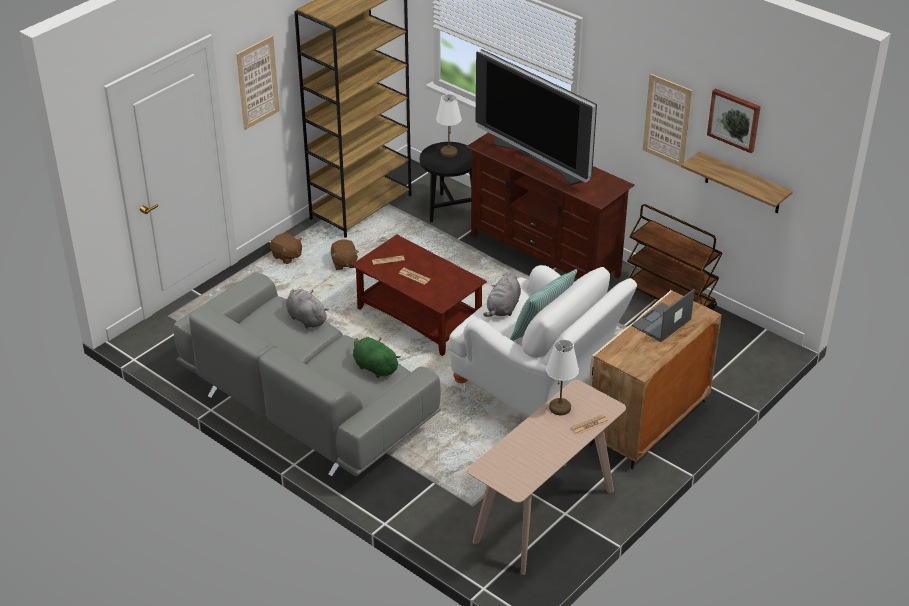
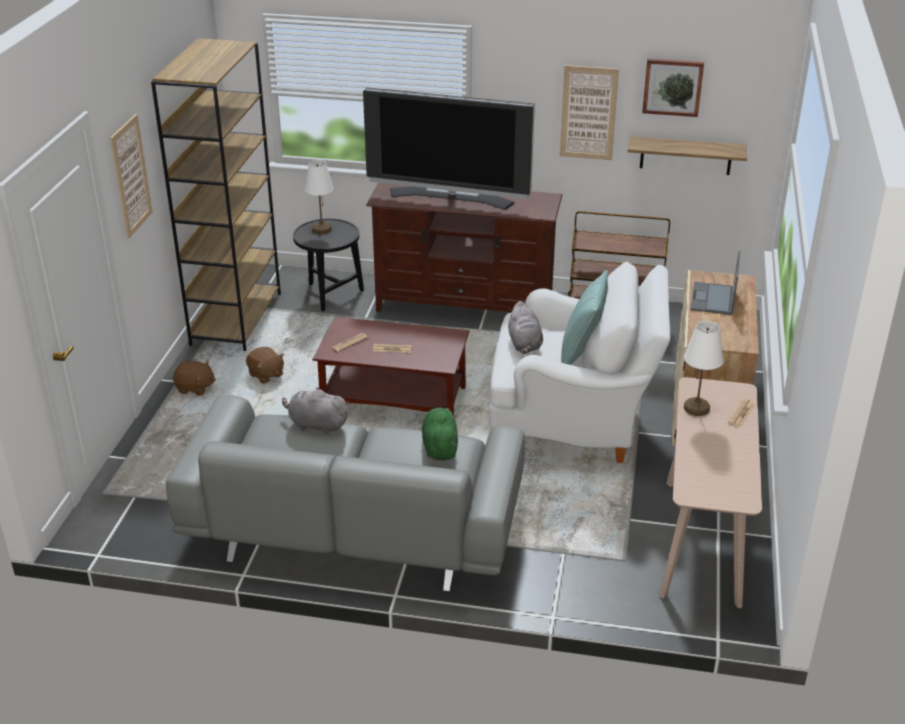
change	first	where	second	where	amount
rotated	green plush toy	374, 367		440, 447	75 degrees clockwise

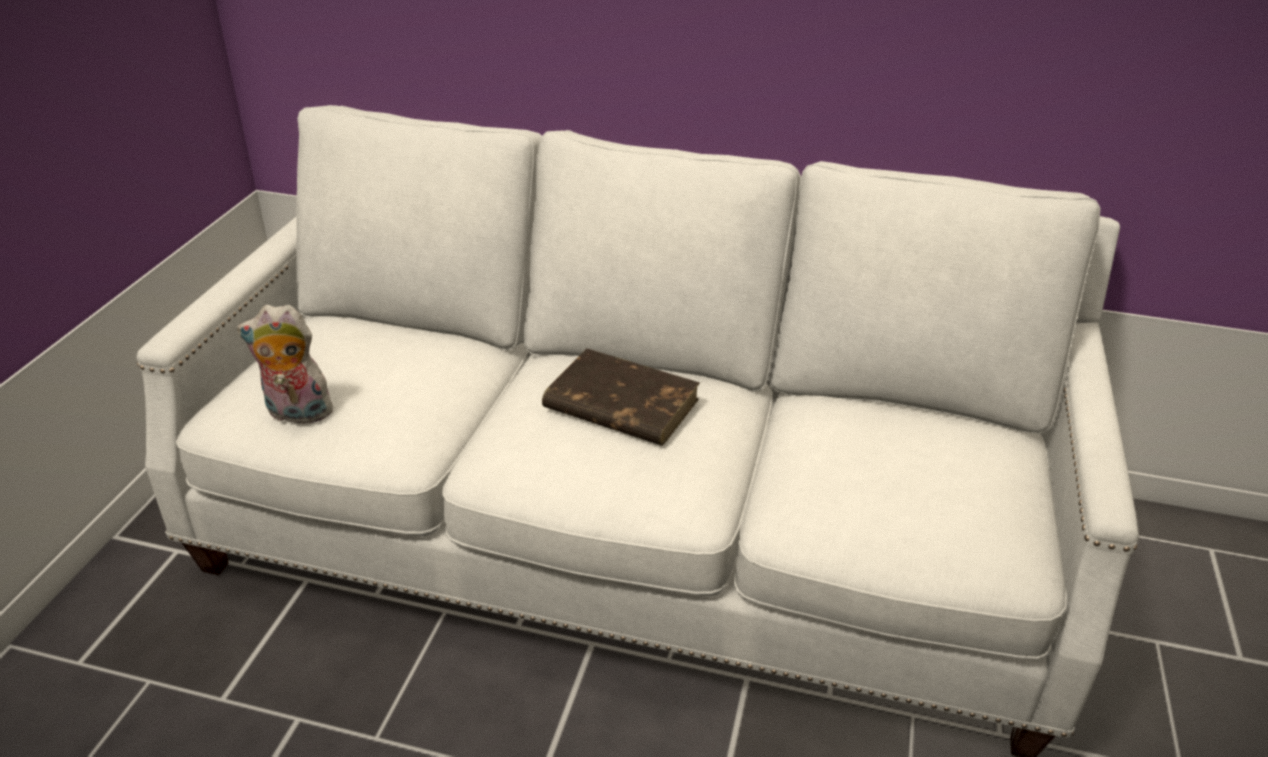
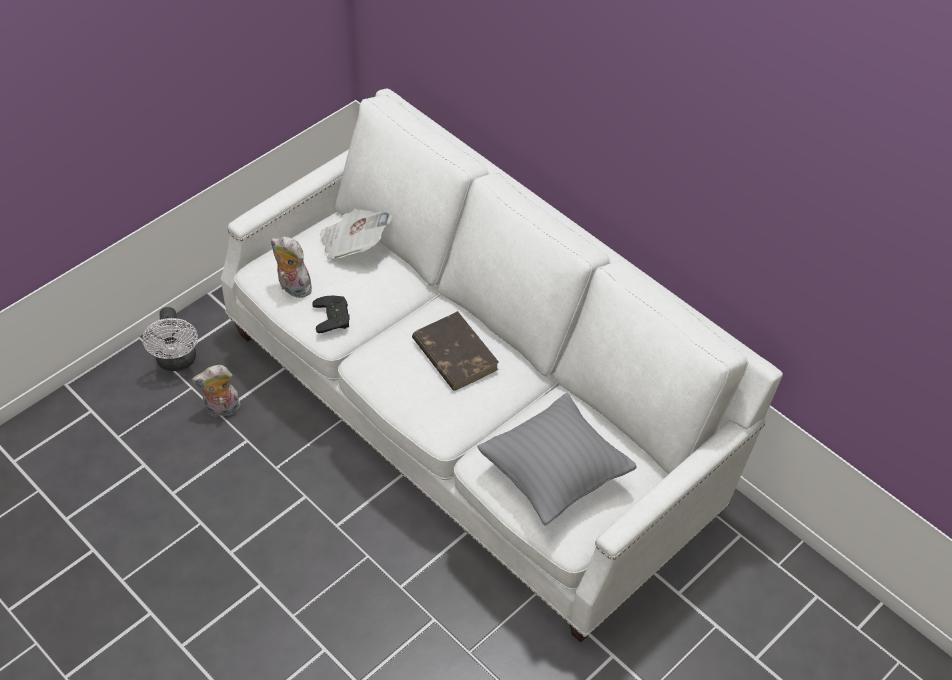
change	first	where	second	where	amount
new			white fan	177, 362	
new			plush toy	221, 410	
new			black game controller	334, 316	
new			newspaper	354, 243	
new			grey pillow	554, 475	

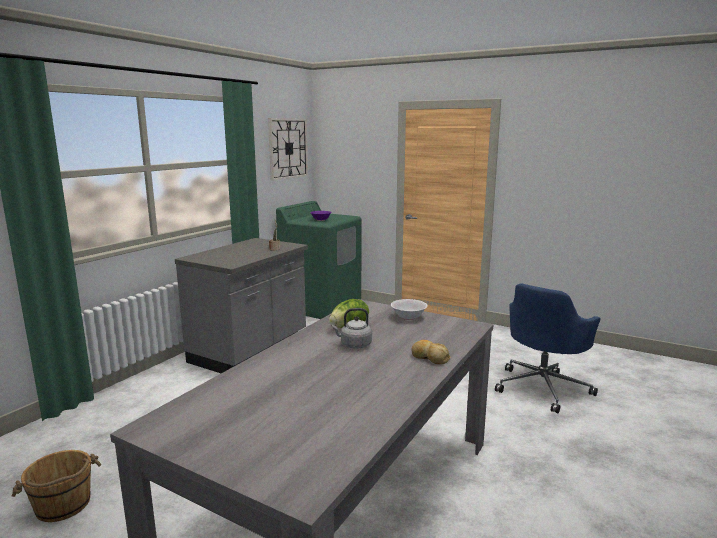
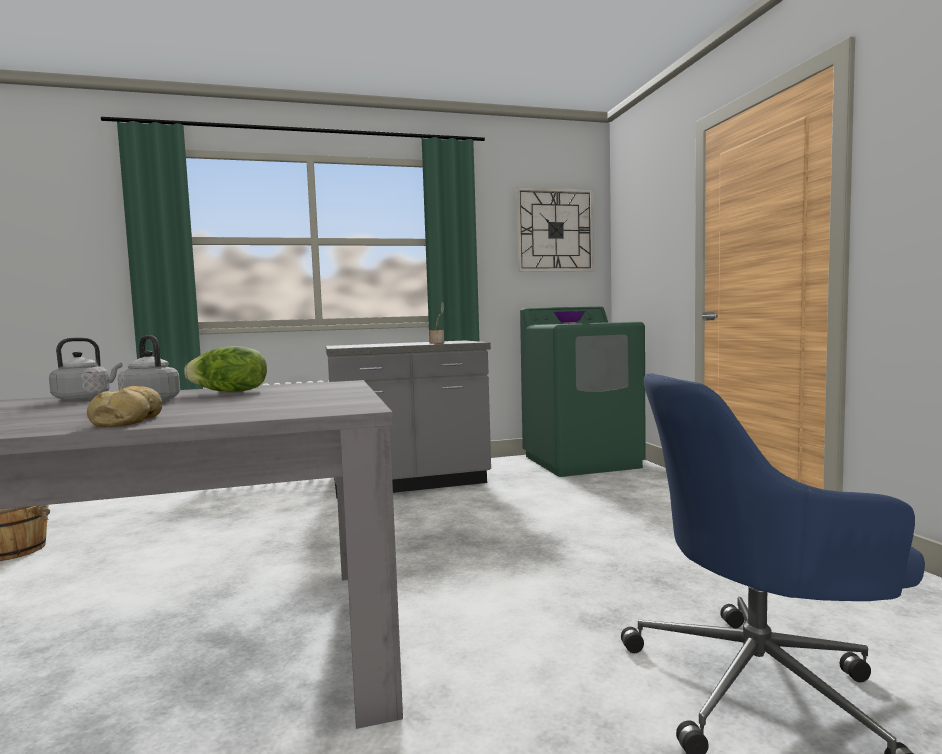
change	first	where	second	where	amount
gone	white bowl	408, 317			
new			grey kettle	85, 398	

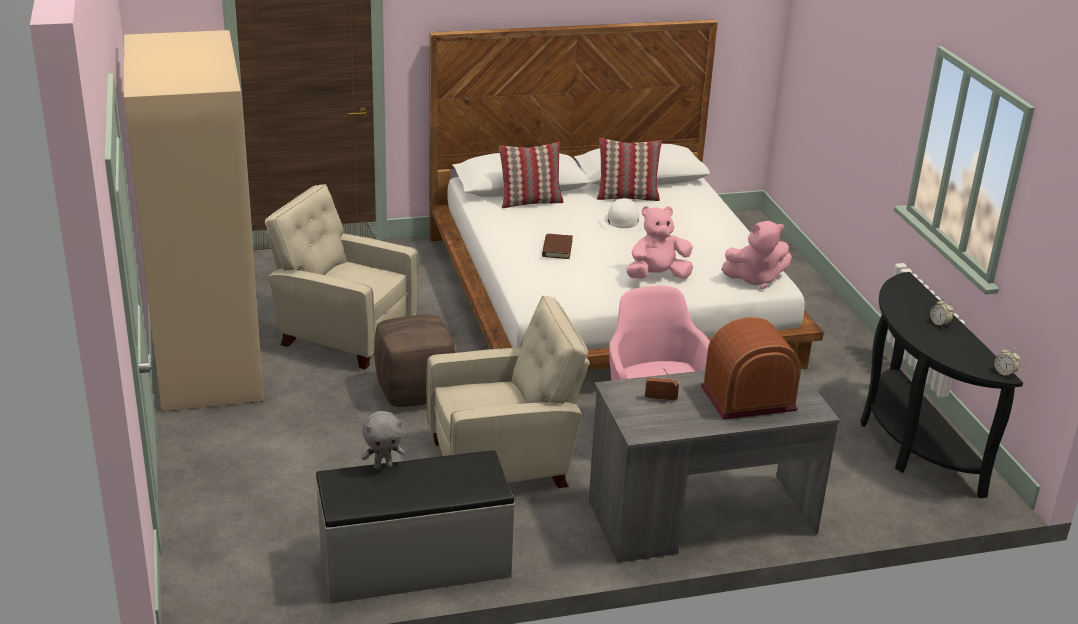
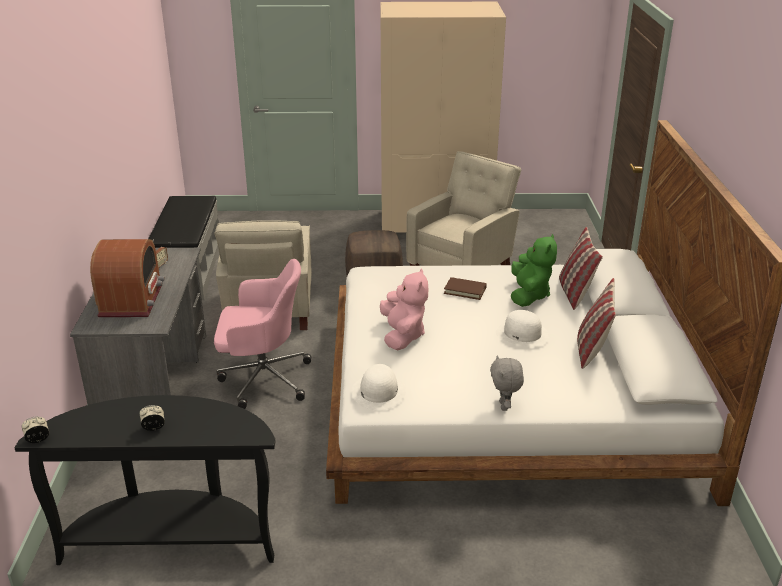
change	first	where	second	where	amount
shifted	grey plush toy	383, 466		504, 406	
swapped	pink plush toy	755, 279	white hat	378, 392	
new			green plush toy	529, 295	

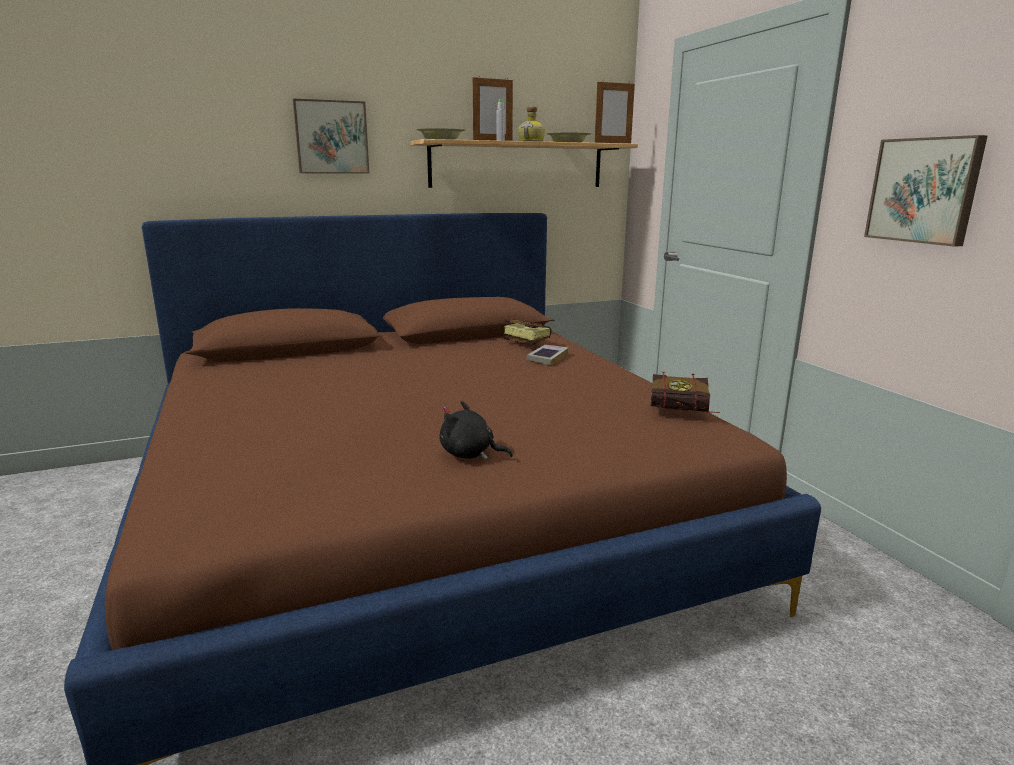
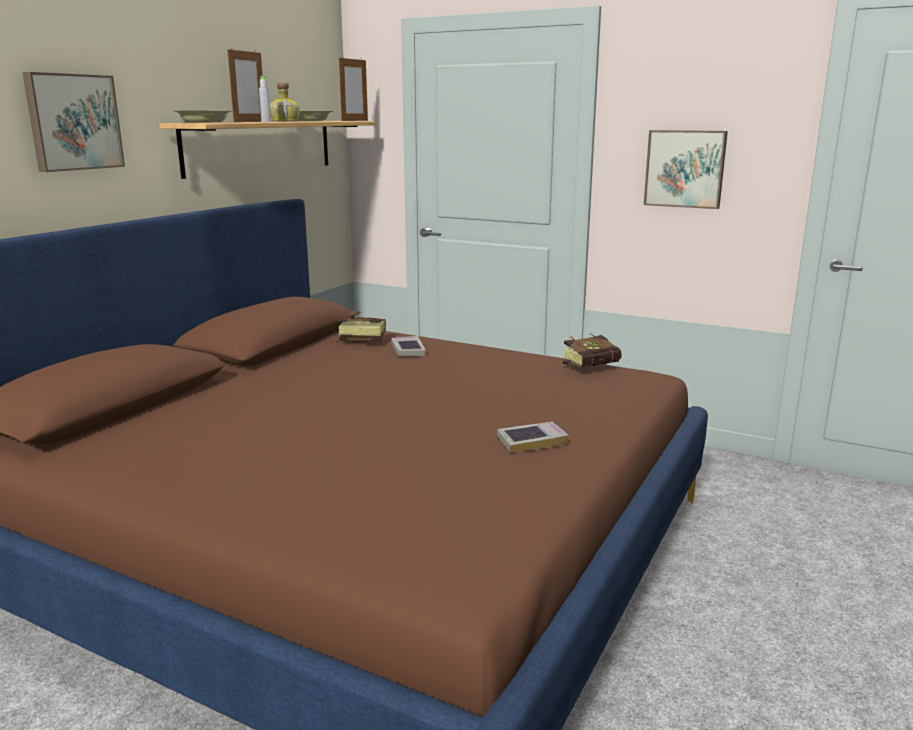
change	first	where	second	where	amount
swapped	black plush toy	470, 454	book	531, 441	

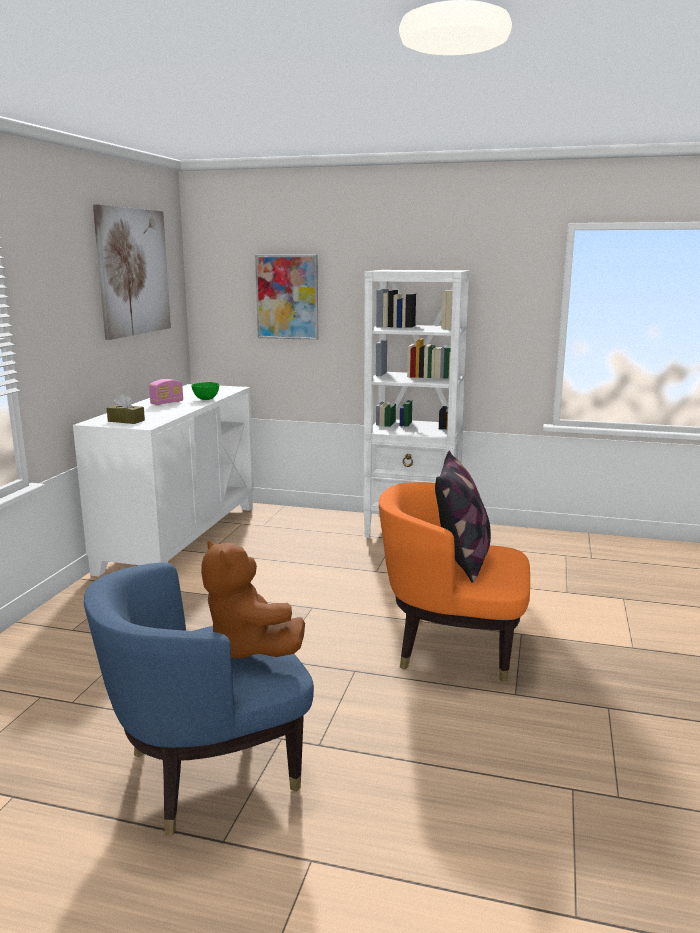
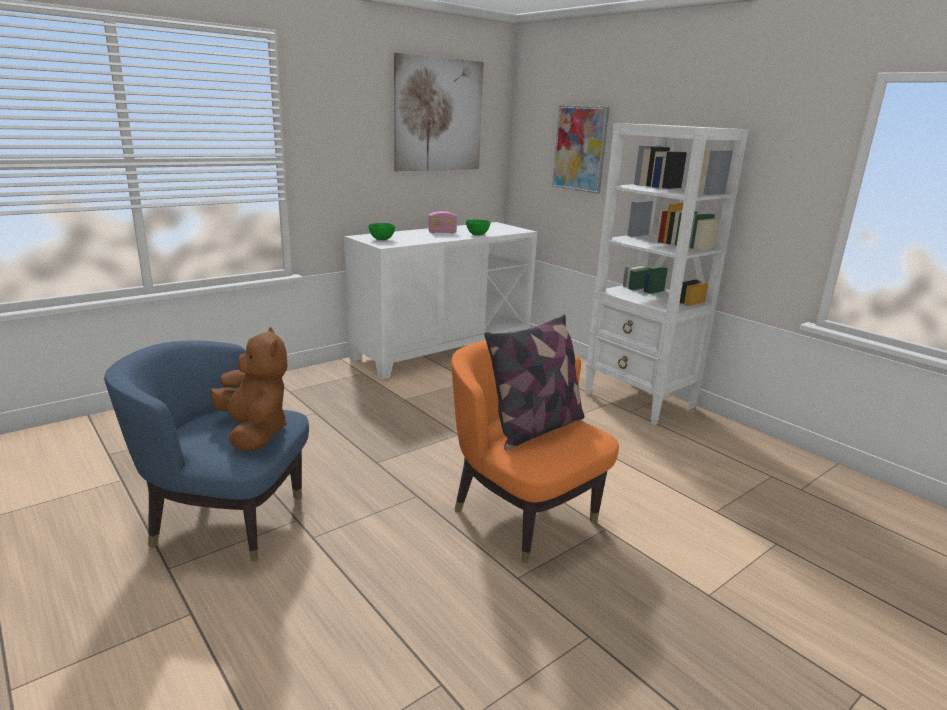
change	first	where	second	where	amount
swapped	brown tissue box	126, 421	green bowl	382, 239	
rotated	brown plush toy	248, 649		254, 432	150 degrees clockwise

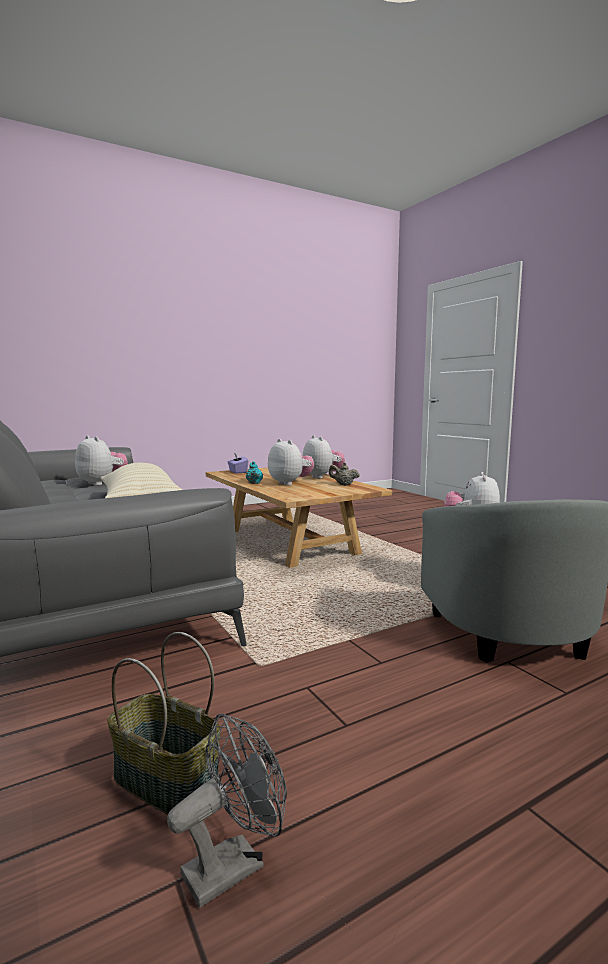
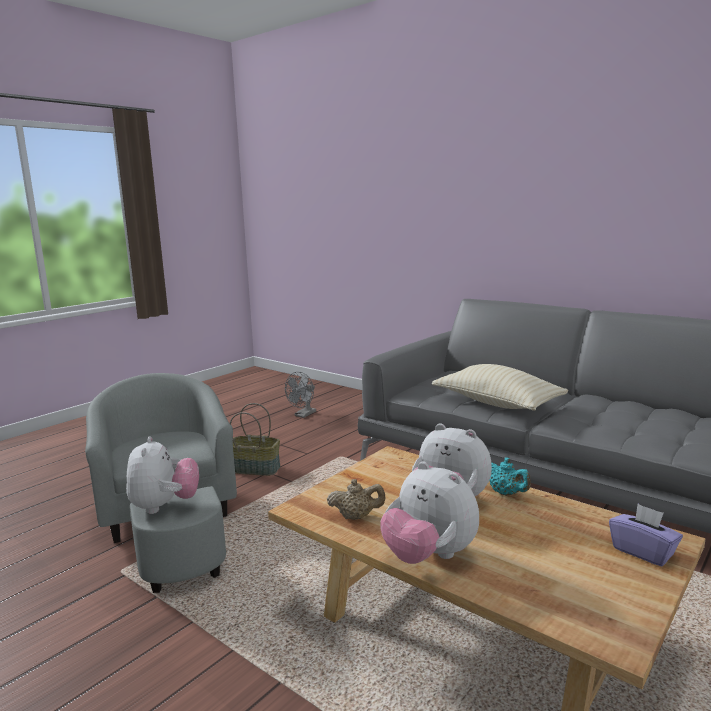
change	first	where	second	where	amount
gone	plush toy	102, 483			
shifted	basket	164, 782		255, 469	

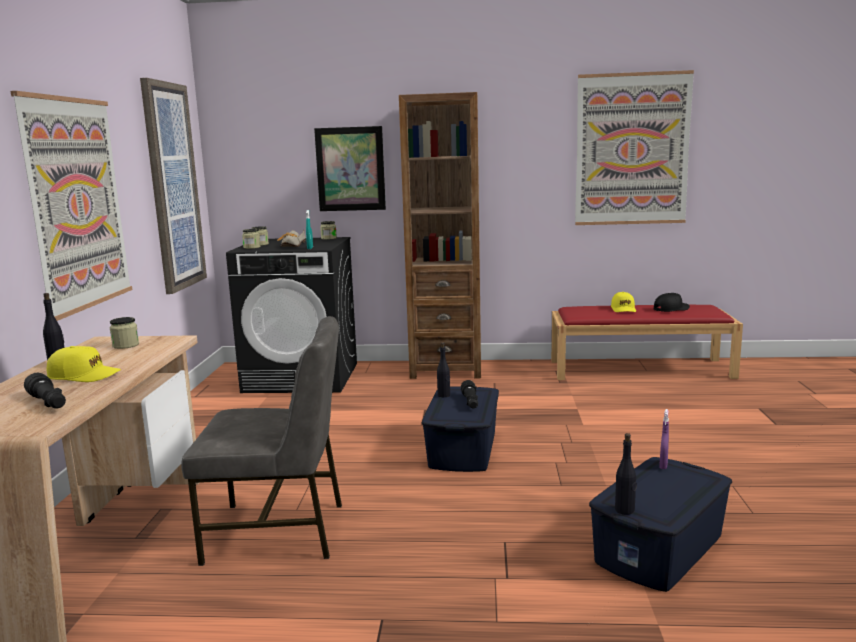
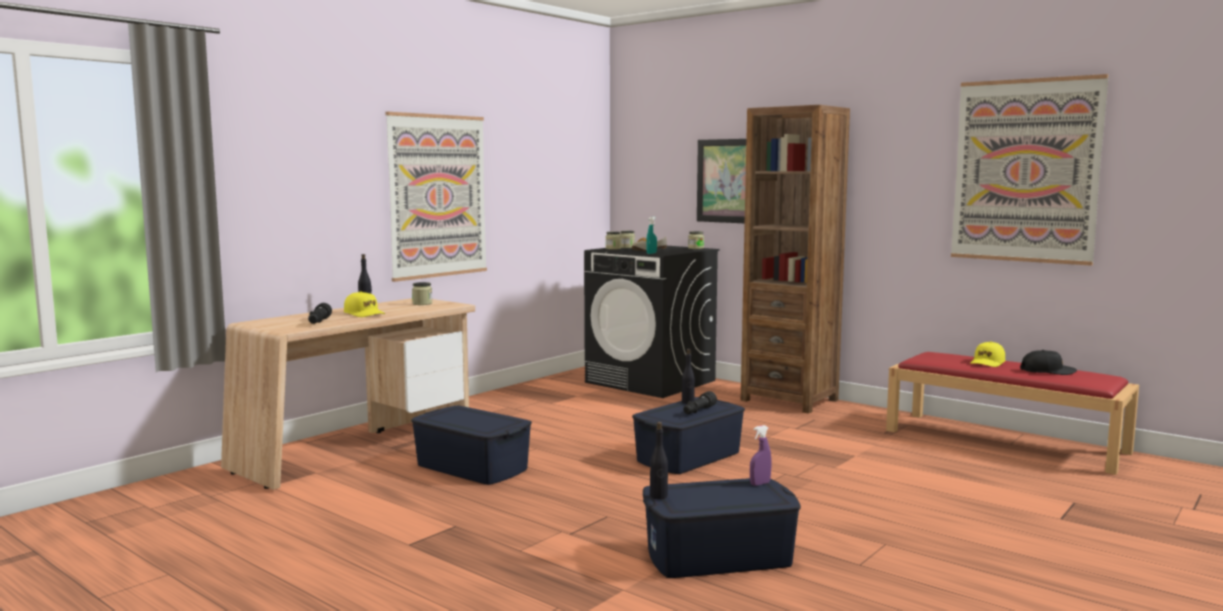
change	first	where	second	where	amount
gone	picture	173, 187			
swapped	grey chair	278, 532	blue storage box	472, 467	

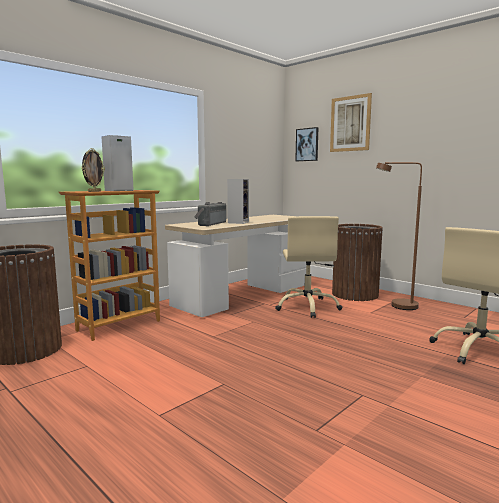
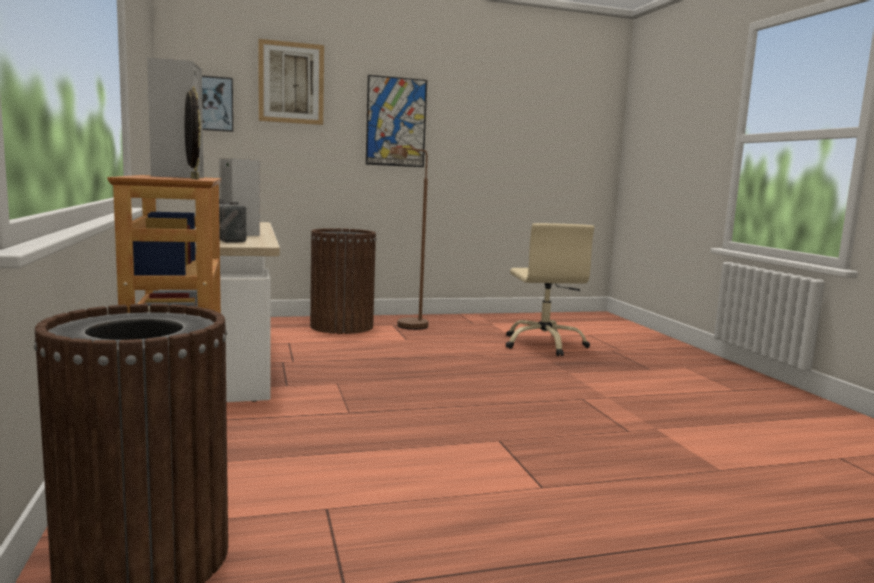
change	first	where	second	where	amount
gone	beige office chair	307, 307			
new			picture	396, 122	

